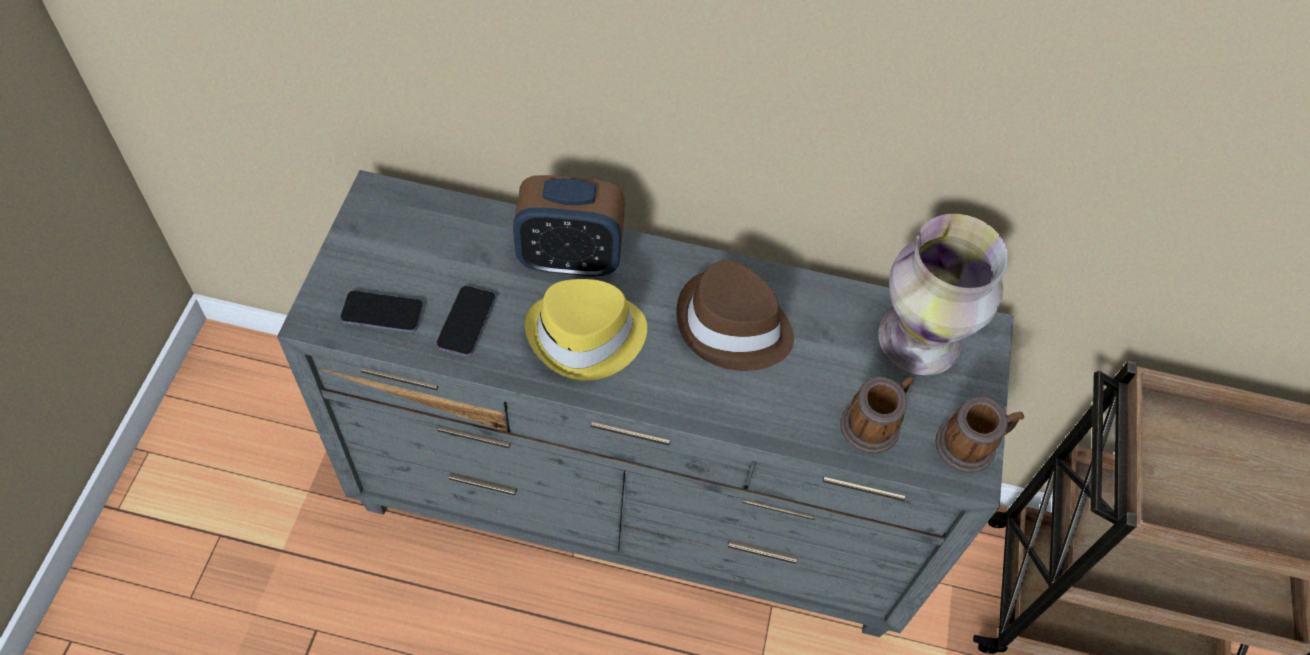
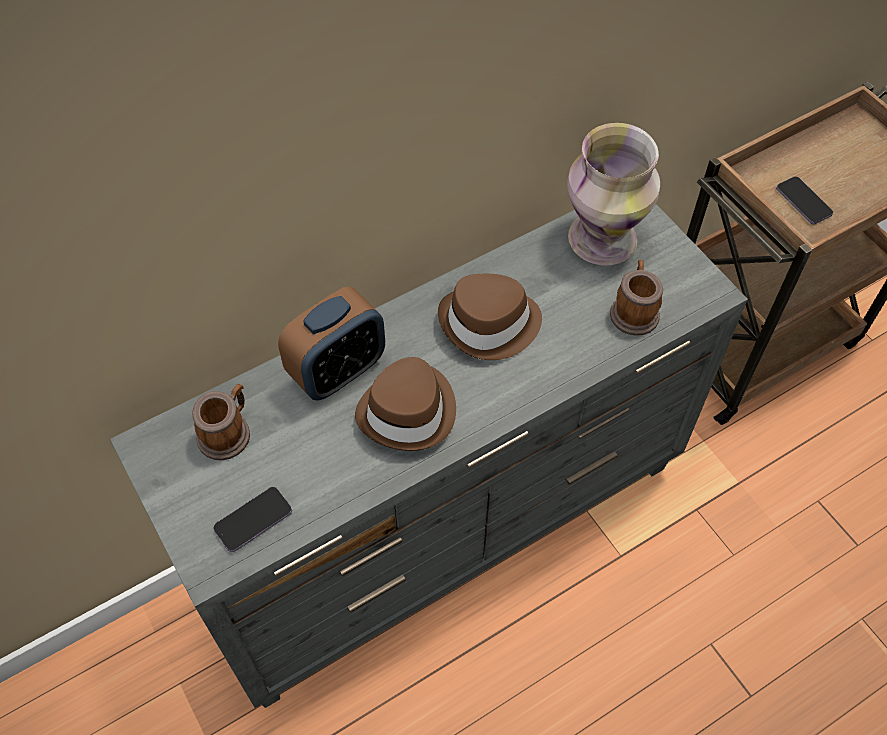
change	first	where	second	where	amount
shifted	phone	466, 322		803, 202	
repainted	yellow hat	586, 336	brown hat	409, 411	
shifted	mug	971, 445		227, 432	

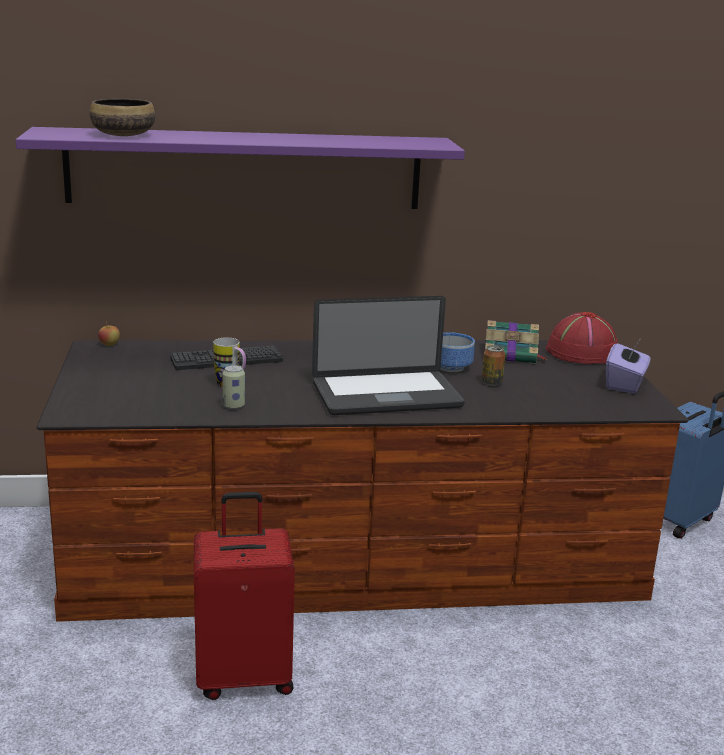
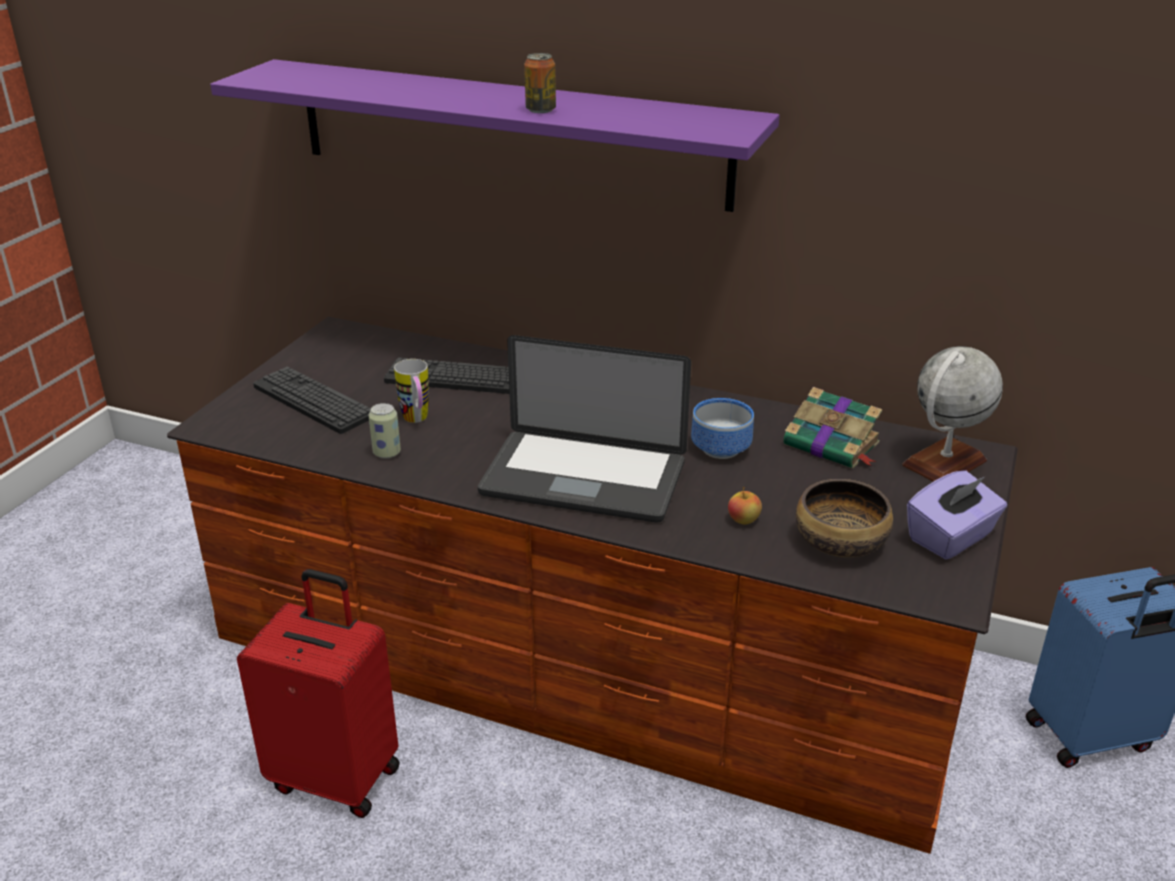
change	first	where	second	where	amount
shifted	bowl	124, 135		841, 541	
shifted	apple	109, 344		743, 520	
shifted	can	491, 383		540, 110	
swapped	red hat	581, 353	globe	944, 463	
new			keyboard	313, 401	

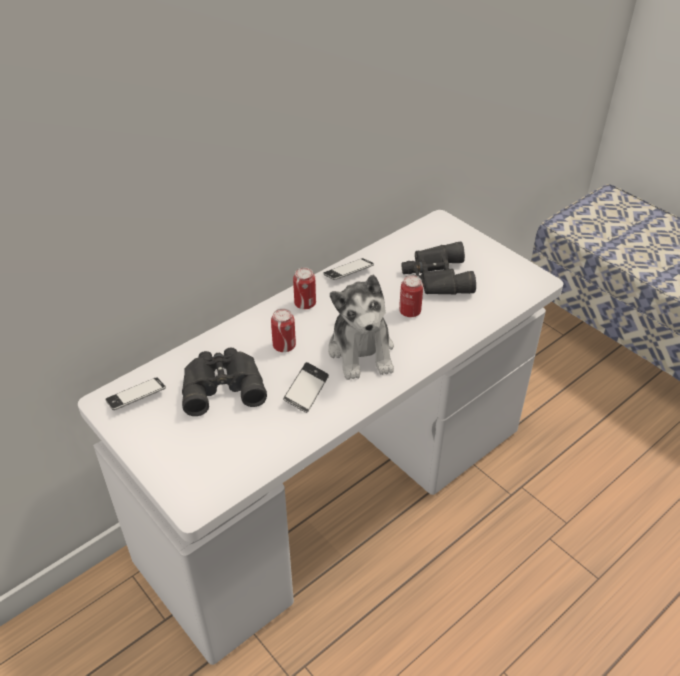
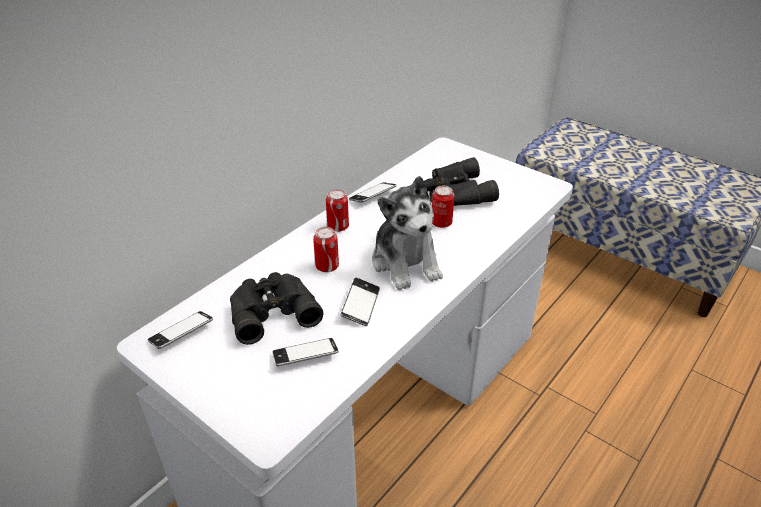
change	first	where	second	where	amount
new			phone	305, 356	

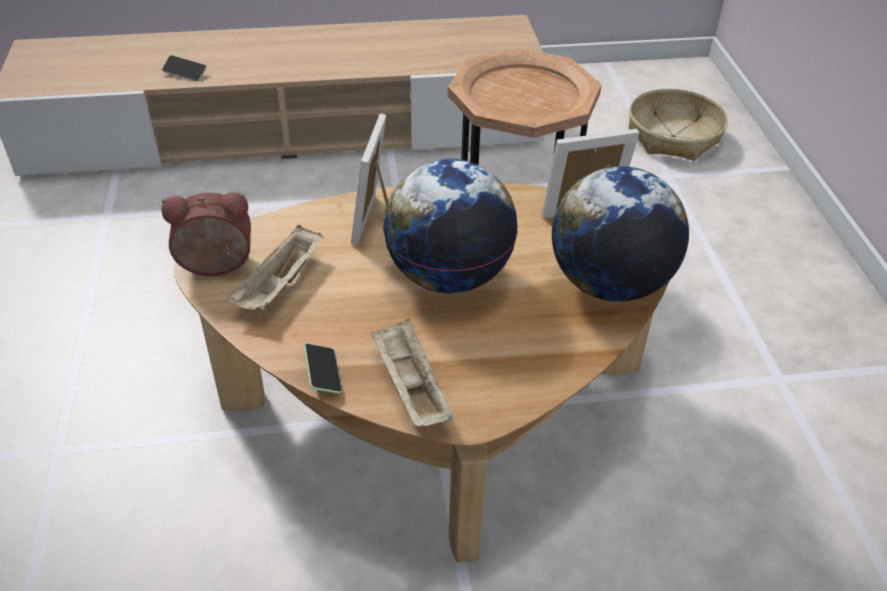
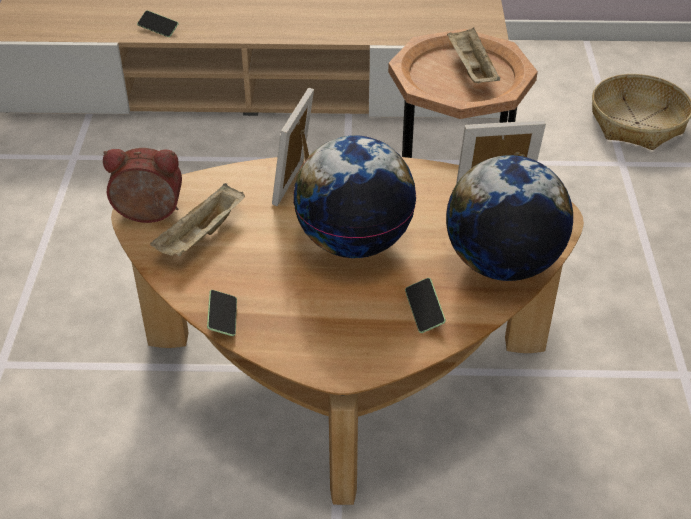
change	first	where	second	where	amount
shifted	beige tray	410, 387		470, 69	
new			phone	424, 311	

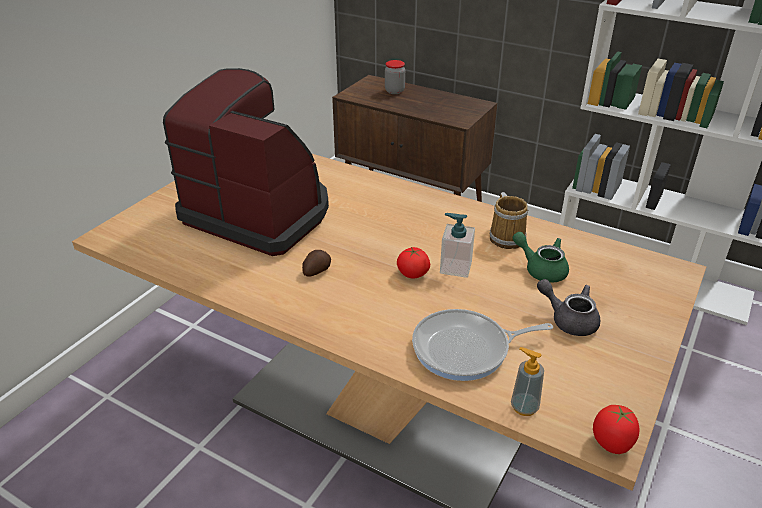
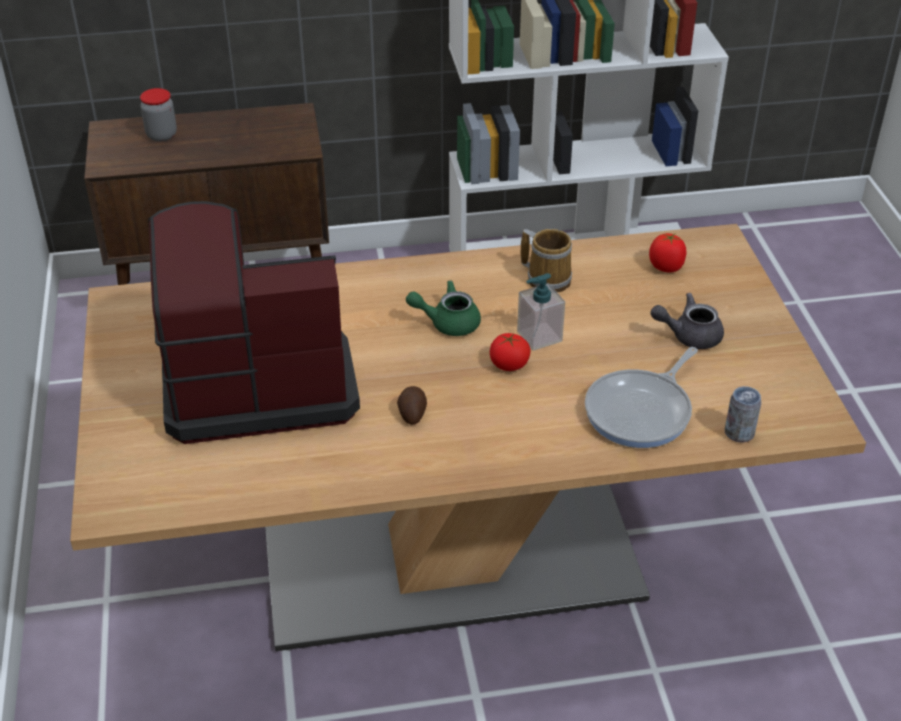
change	first	where	second	where	amount
swapped	soap dispenser	524, 407	can	739, 433	
shifted	green teapot	541, 269		447, 323	
shifted	tomato	612, 443		666, 267	

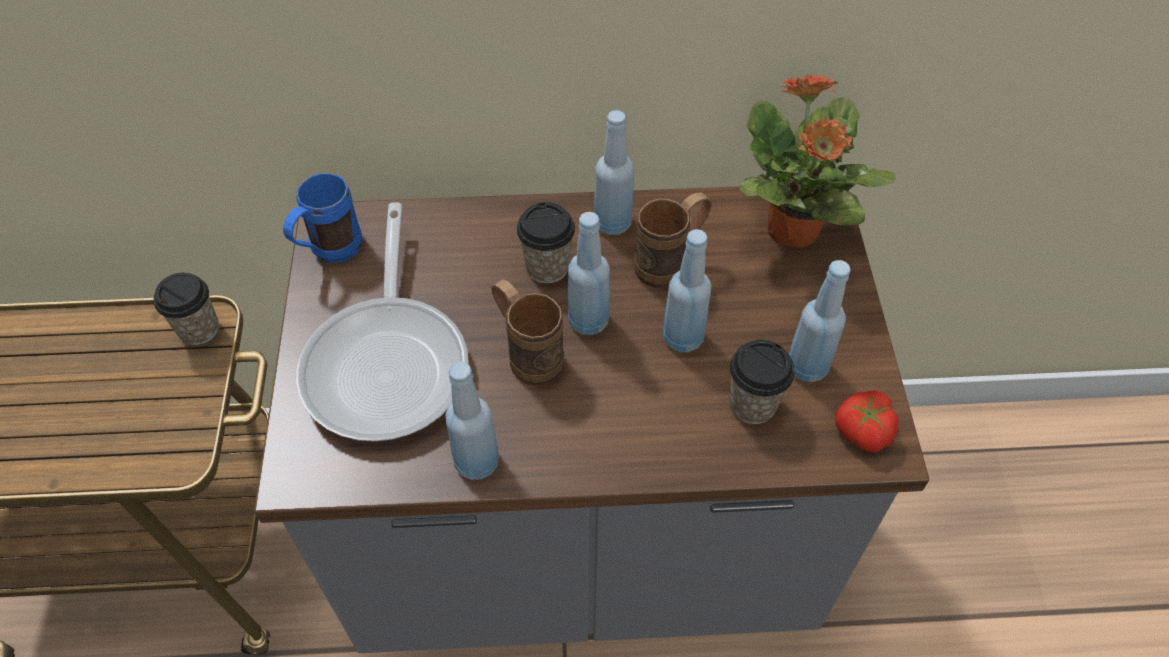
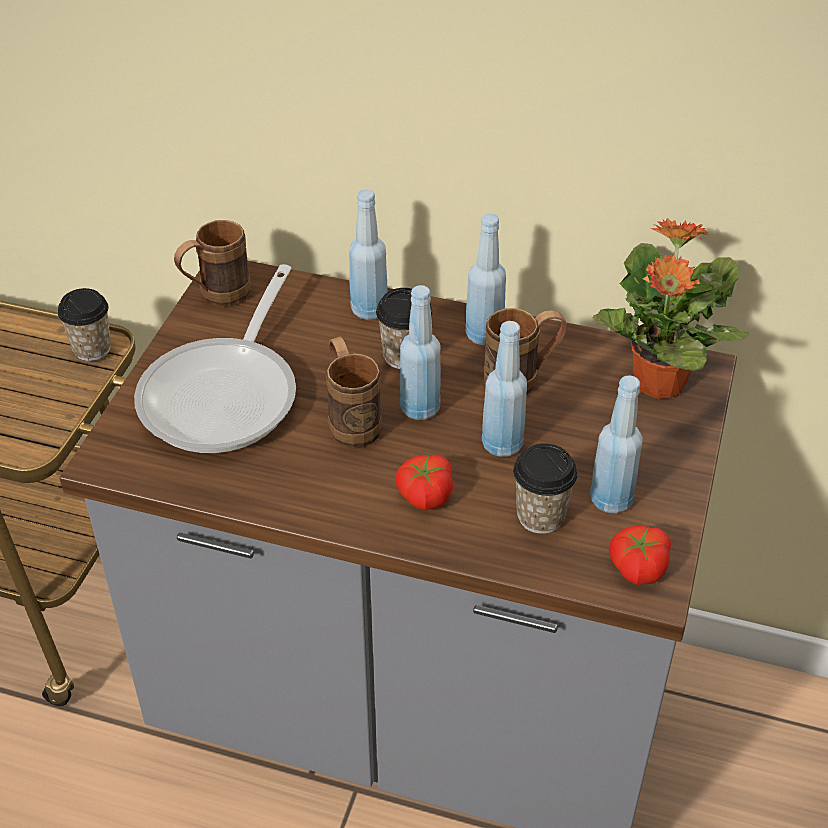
change	first	where	second	where	amount
repainted	blue mug	329, 253	brown mug	216, 297	
shifted	blue bottle	477, 462		369, 310	
new			tomato	424, 494	

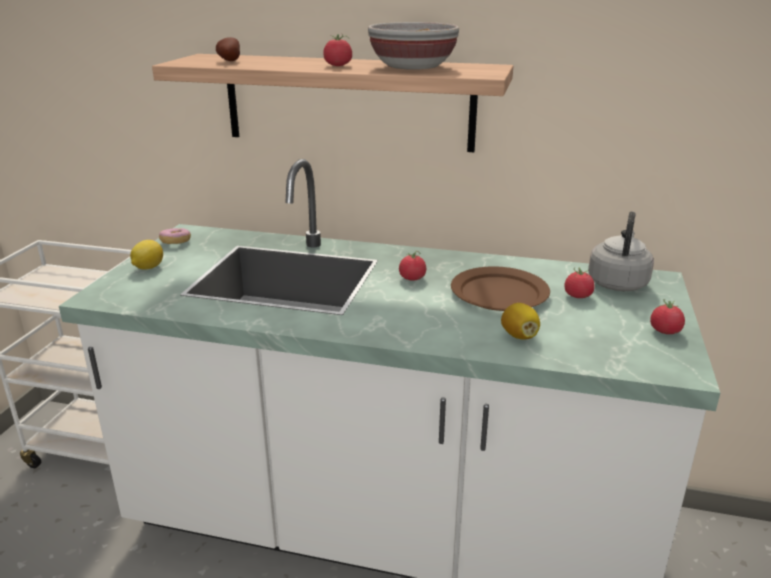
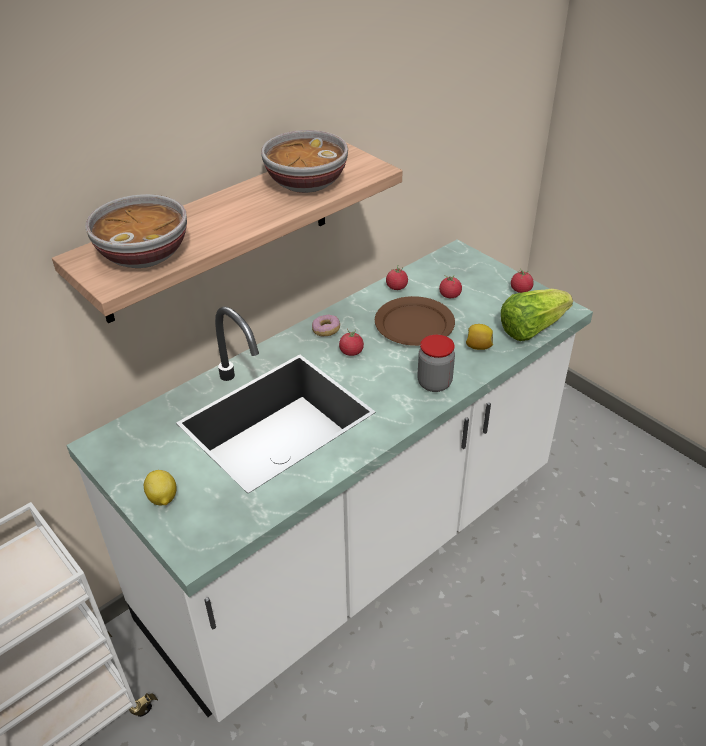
change	first	where	second	where	amount
shifted	donut	176, 242		326, 331	
swapped	potato	228, 61	bowl	144, 254	
shifted	tomato	338, 65		396, 287	
gone	grey kettle	617, 282			
new			jar	434, 383	
new			lettuce	531, 328	

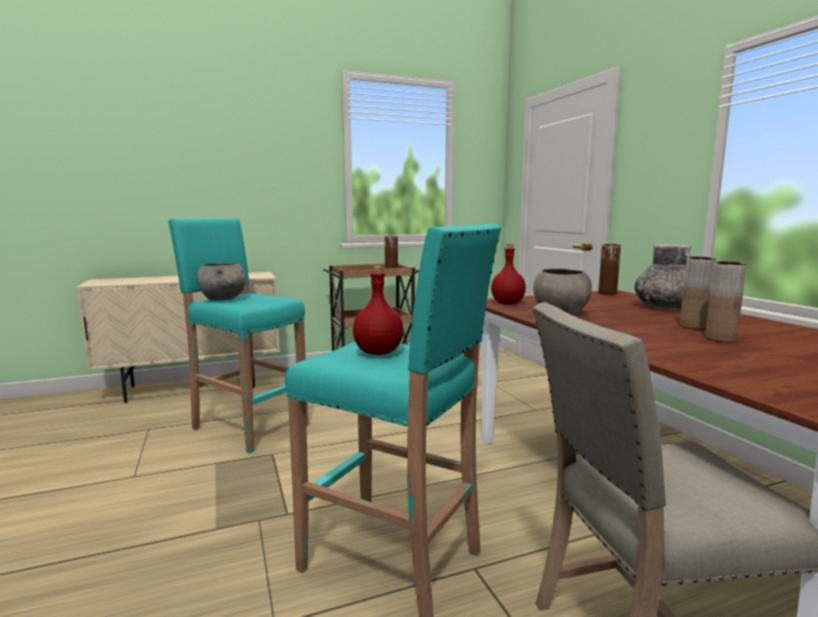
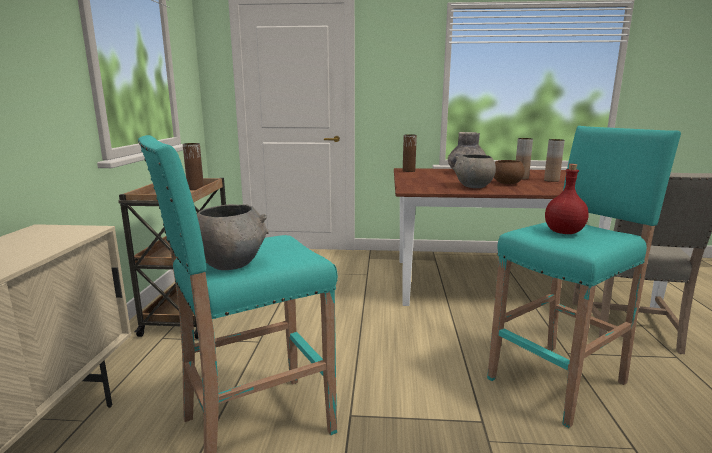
change	first	where	second	where	amount
gone	red bottle	508, 303			
new			brown bowl	506, 183	

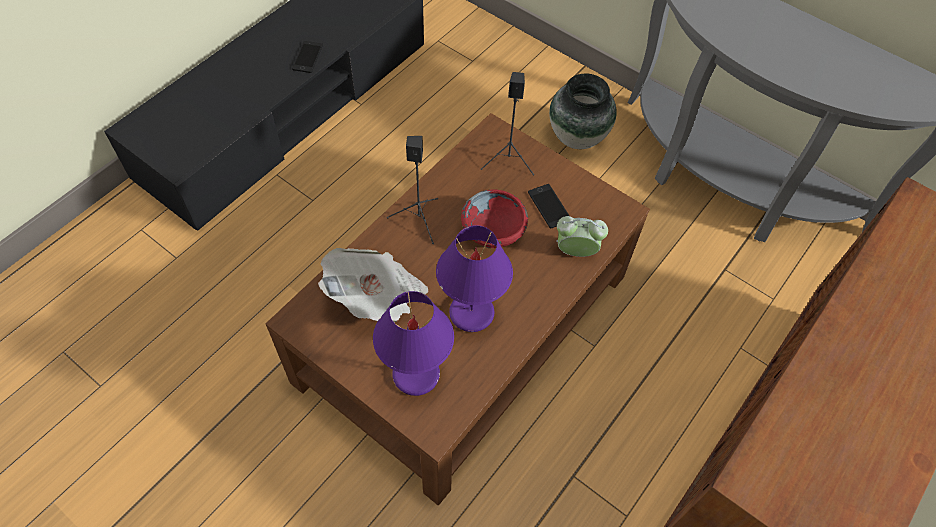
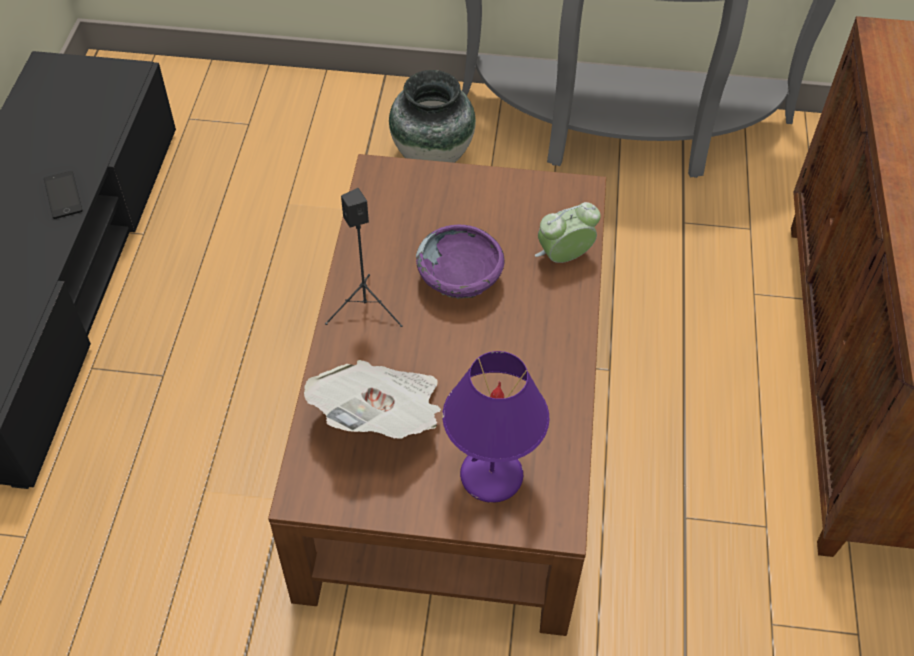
change	first	where	second	where	amount
gone	purple table lamp	471, 312			
repainted	red bowl	493, 232	purple bowl	459, 280	
gone	black speaker	509, 160			
gone	phone	549, 206			

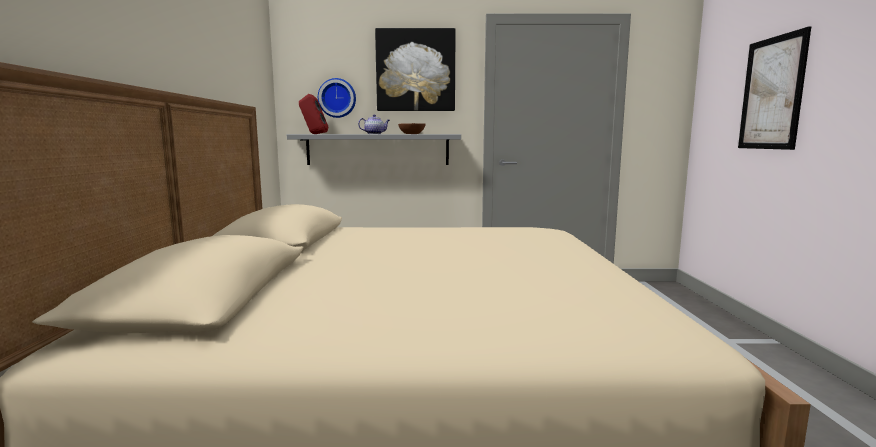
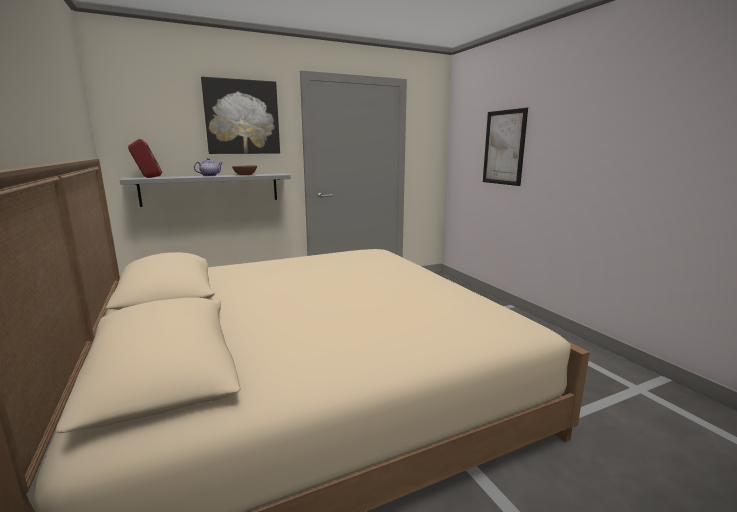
change	first	where	second	where	amount
gone	wall clock	337, 98			

